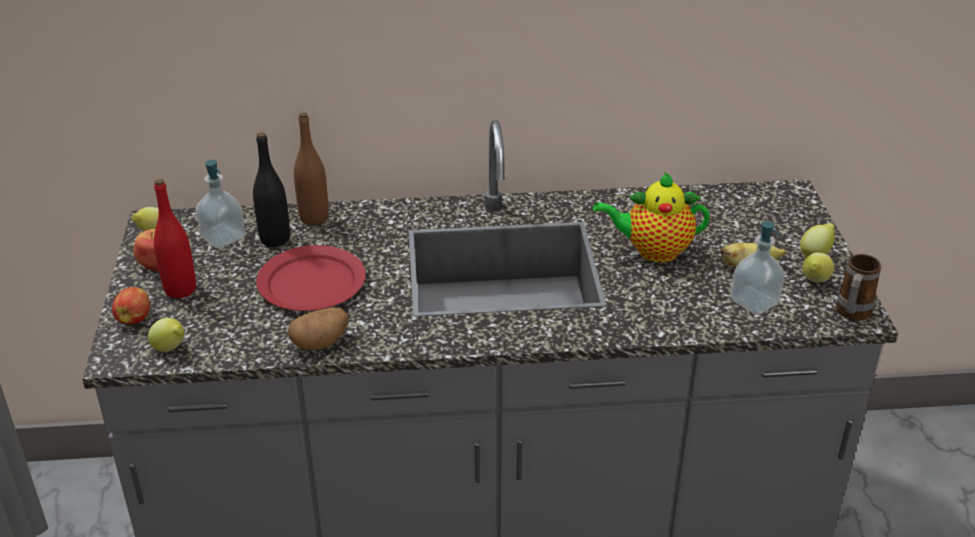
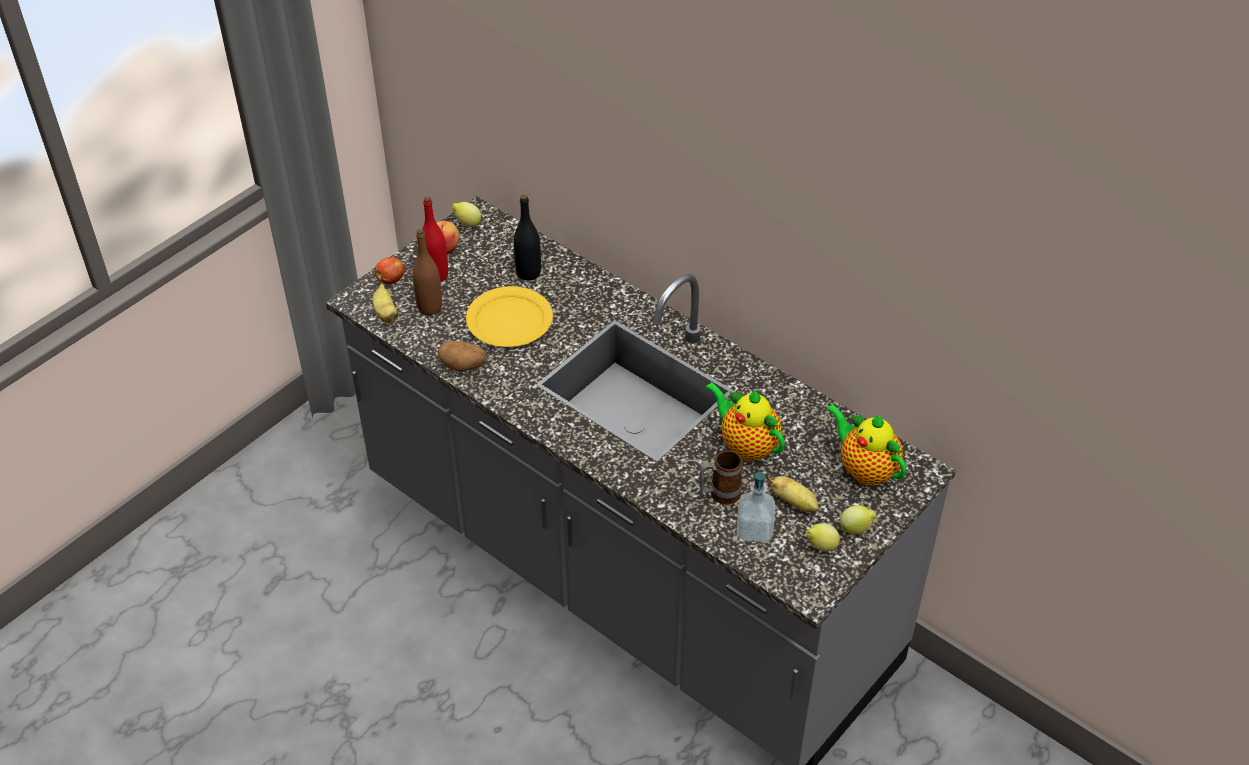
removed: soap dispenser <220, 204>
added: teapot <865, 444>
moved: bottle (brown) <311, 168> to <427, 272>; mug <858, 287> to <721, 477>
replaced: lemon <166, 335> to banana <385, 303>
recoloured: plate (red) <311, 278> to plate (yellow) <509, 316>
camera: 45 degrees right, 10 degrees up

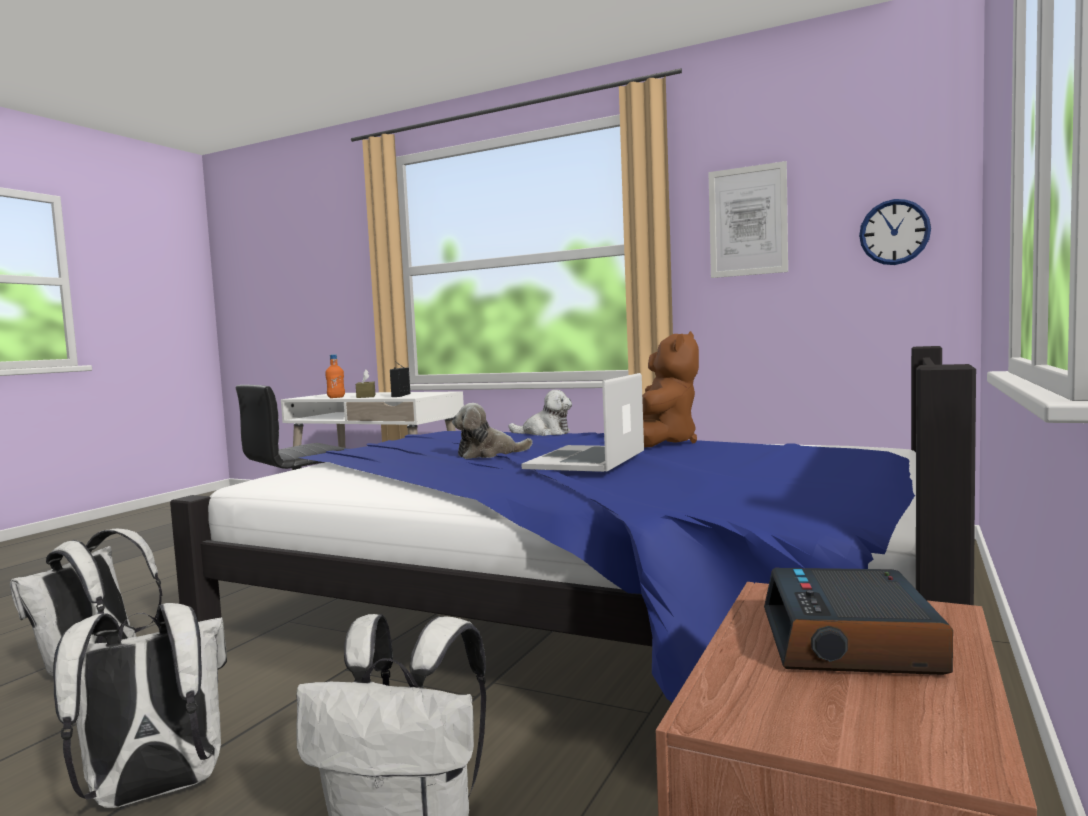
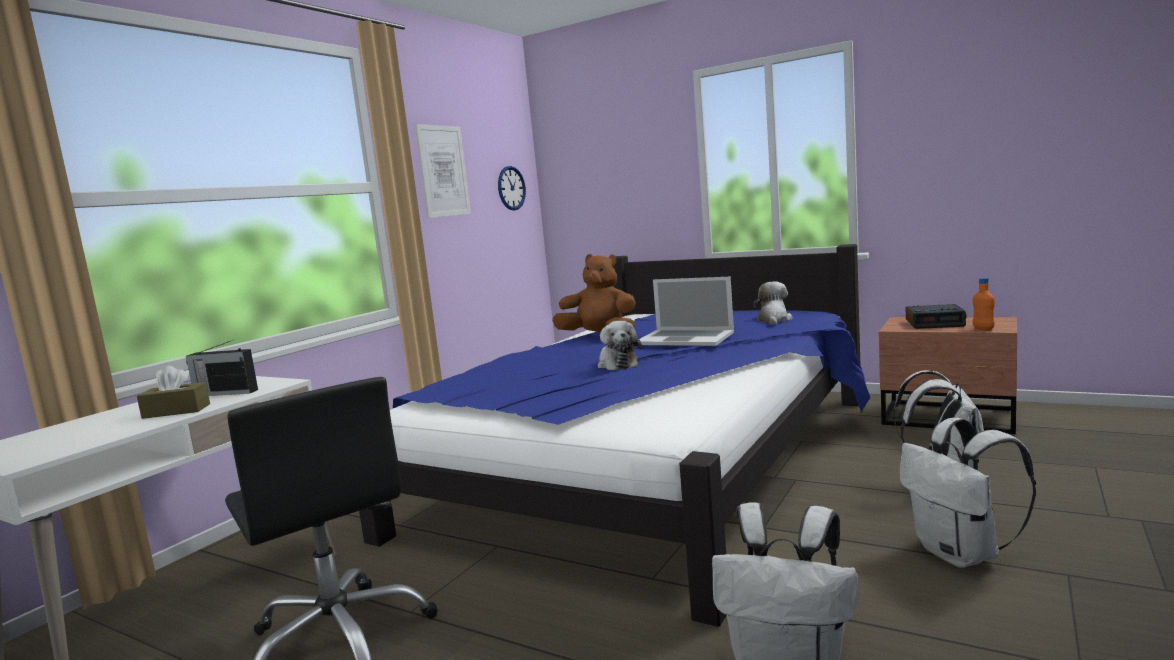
moved: bottle (orange) <335, 376> to <984, 303>; plush toy <540, 413> to <773, 303>
camera: 85 degrees left, 5 degrees up

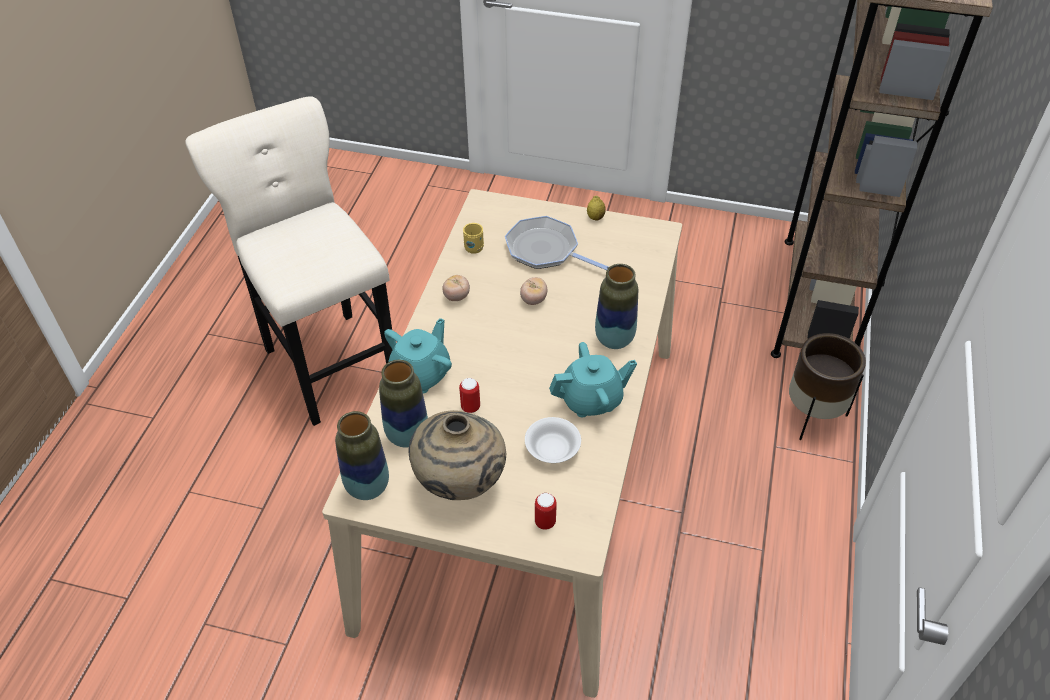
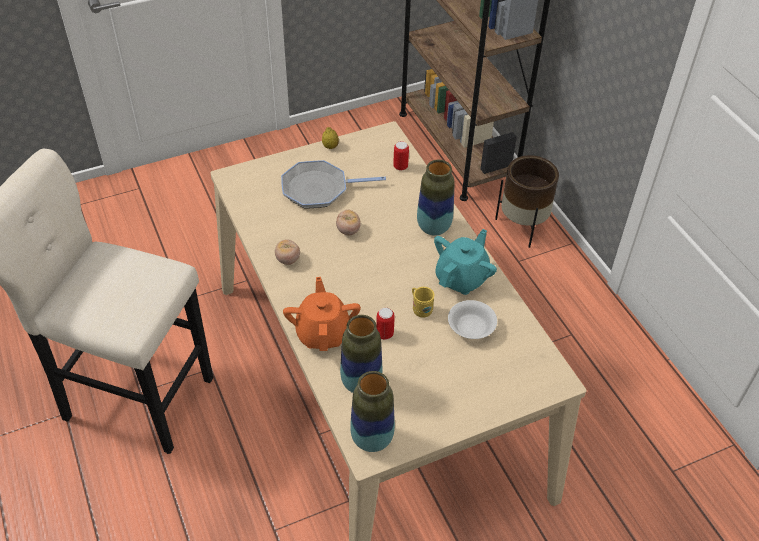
removed: vase (beige) <457, 455>
moved: mug (yellow) <473, 238> to <423, 302>; can <546, 511> to <401, 155>
recoloured: teapot (turquoise) <418, 356> to teapot (orange) <322, 314>
camera: 40 degrees left, 0 degrees up

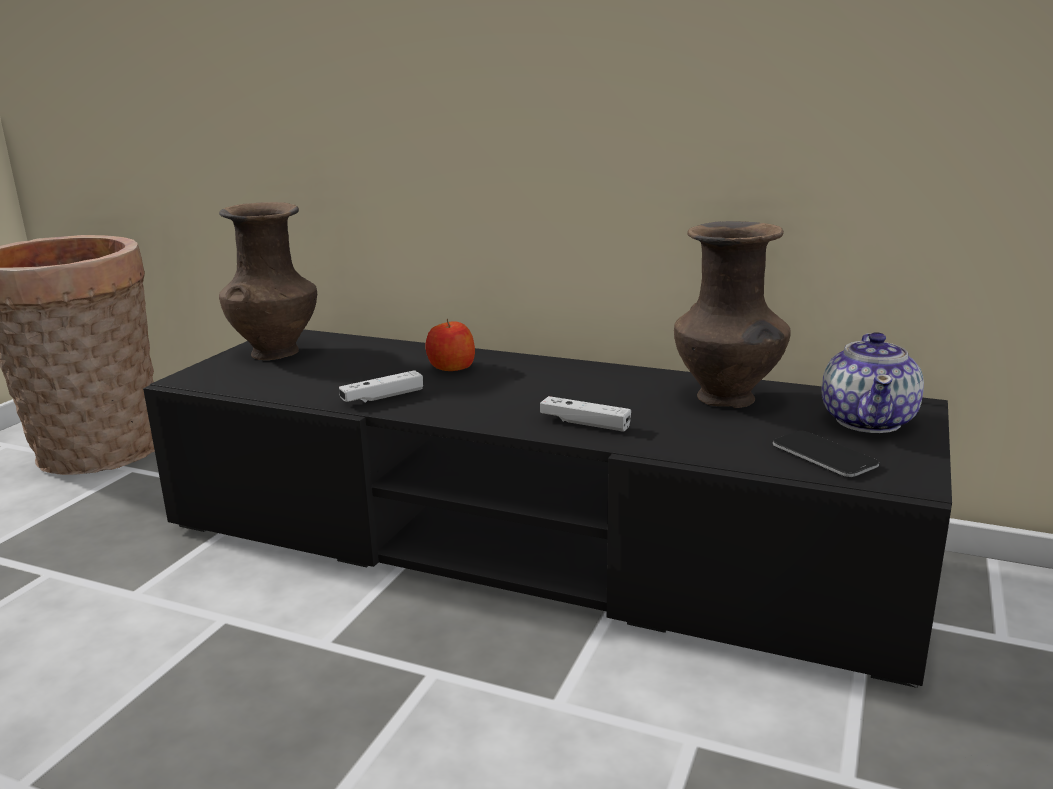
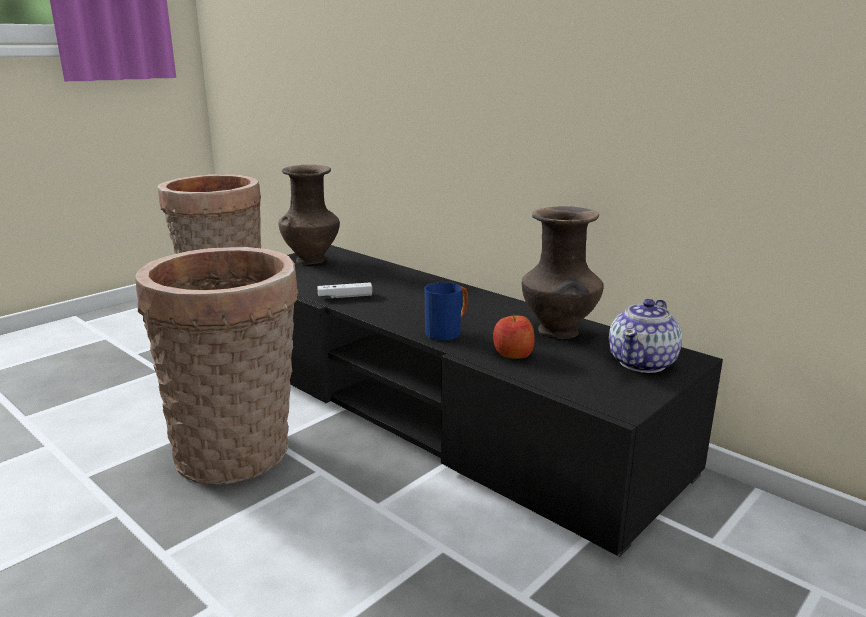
removed: phone <826, 454>
added: basket <216, 365>
moved: apple <450, 345> to <514, 336>
replaced: game controller (white) <585, 414> to mug (blue) <446, 311>
camera: 20 degrees right, 0 degrees up

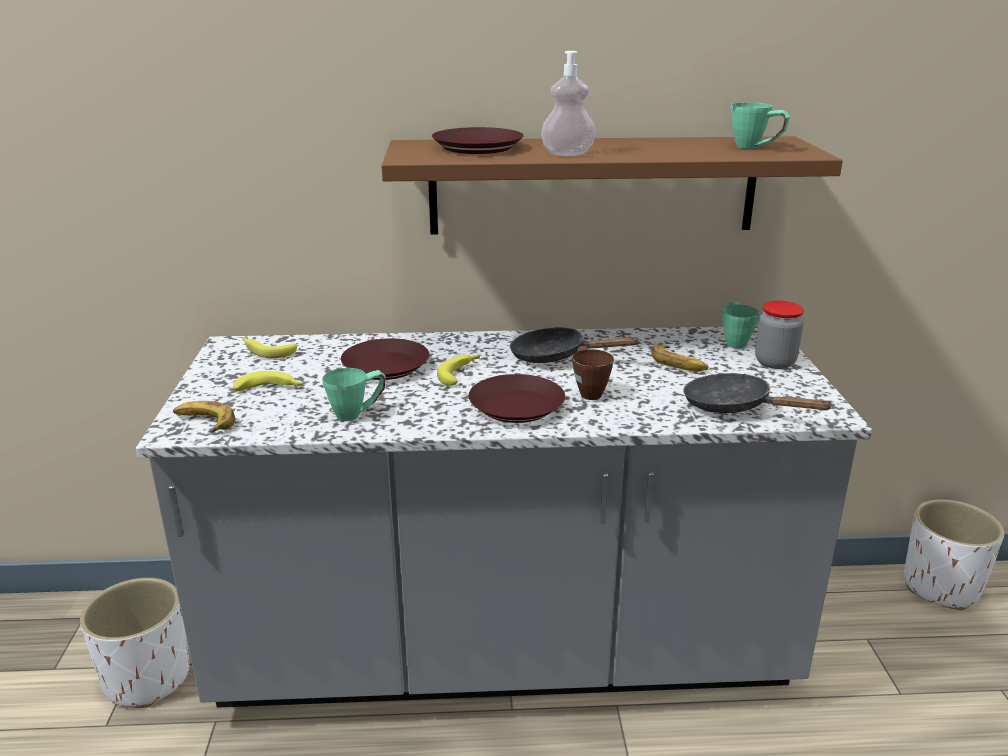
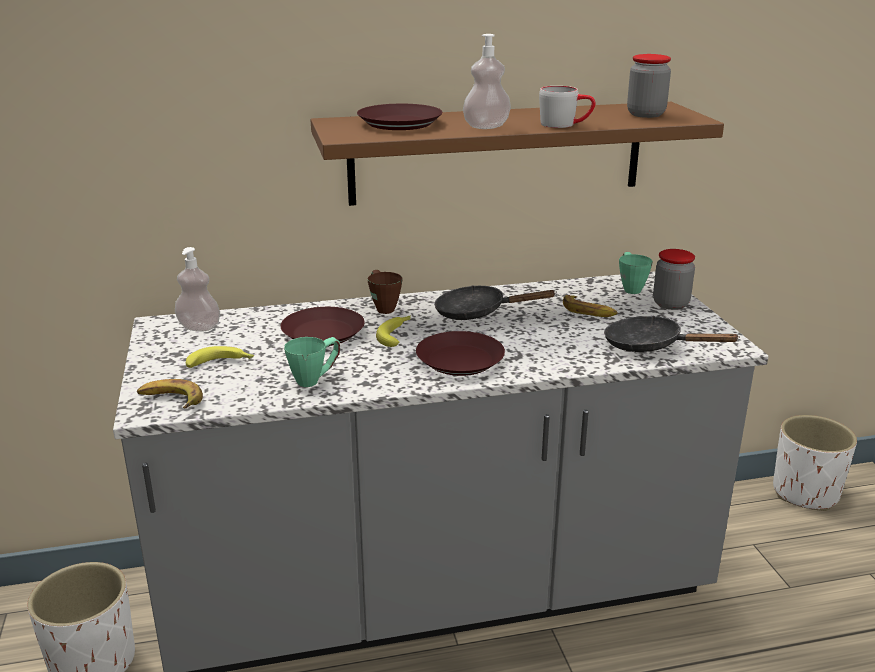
added: mug (grey) <567, 107>
moved: mug (brown) <593, 373> to <385, 292>
replaced: banana <269, 347> to soap dispenser <197, 289>; mug (green) <760, 125> to jar <649, 86>
camera: 10 degrees left, 0 degrees up

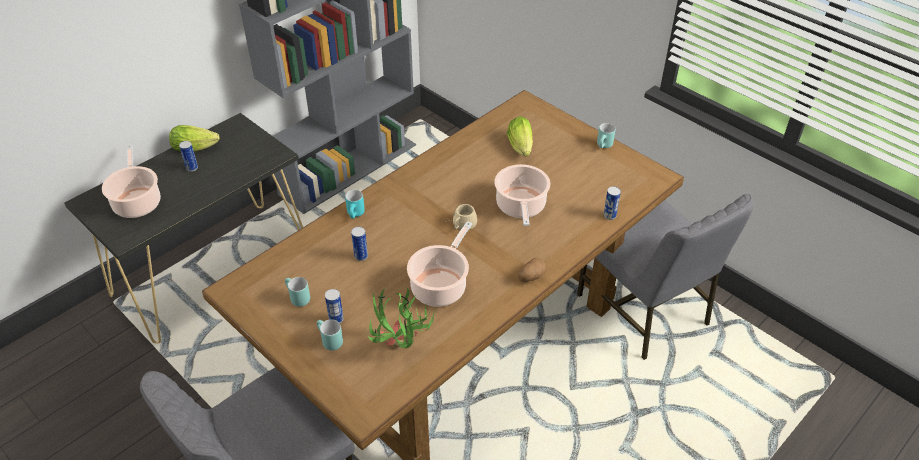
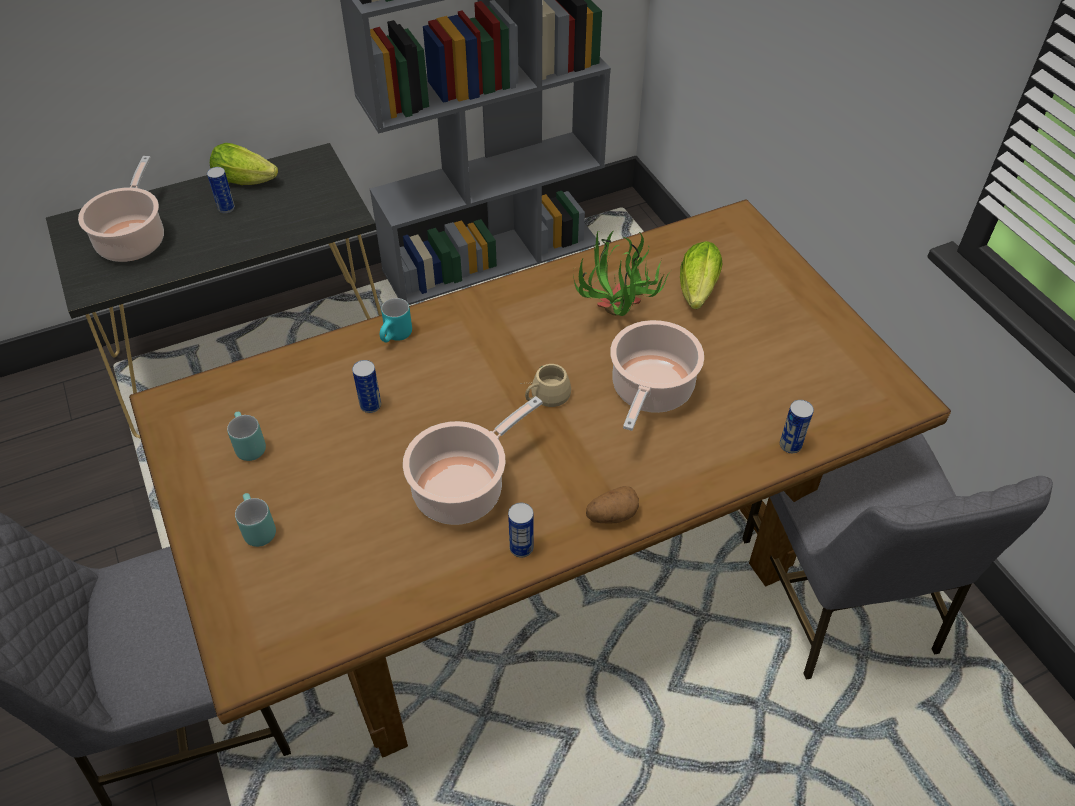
removed: mug (turquoise) <606, 135>
moved: can <334, 306> to <521, 530>; potted plant <400, 318> to <622, 273>
camera: 20 degrees right, 5 degrees up

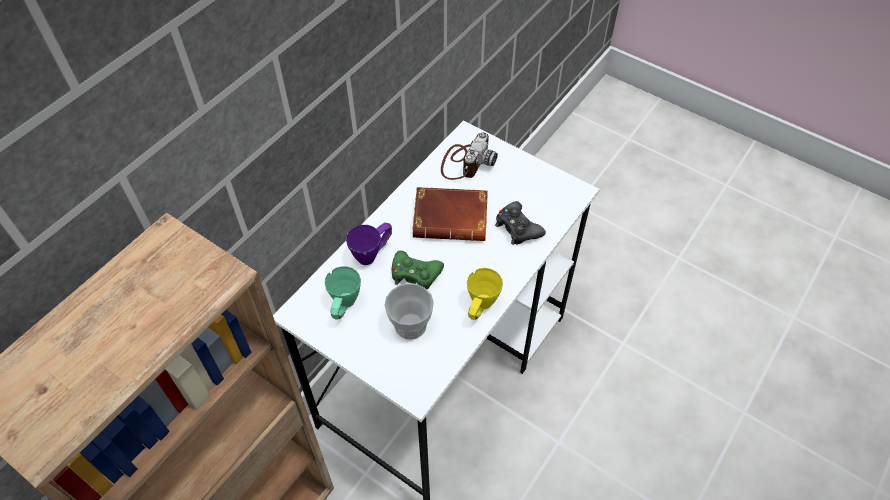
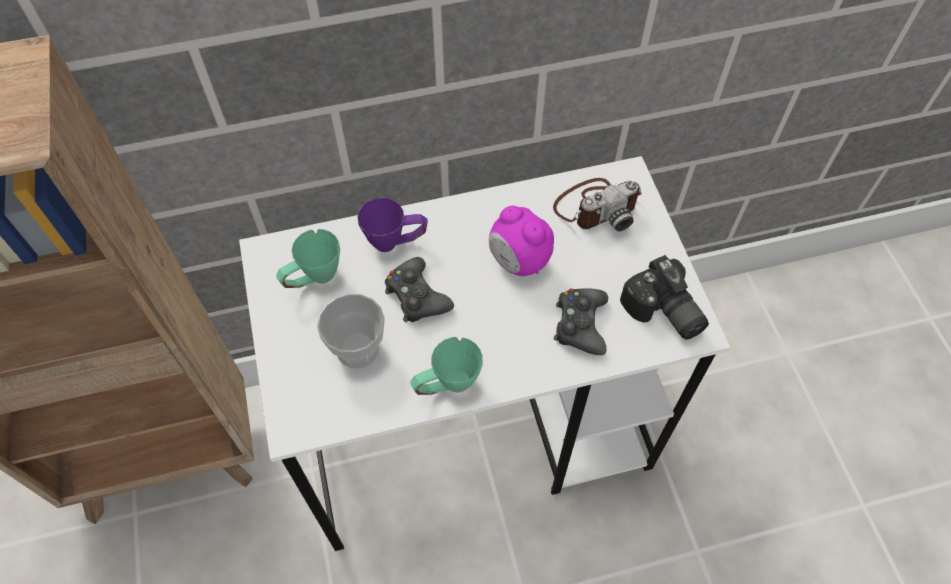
added: photo camera <664, 297>
replaced: book (brown) <450, 214> to alarm clock <521, 241>
recoloured: game controller (green) <418, 269> to game controller (black) <419, 289>; mug (yellow) <485, 294> to mug (green) <447, 366>
camera: 40 degrees right, 5 degrees up

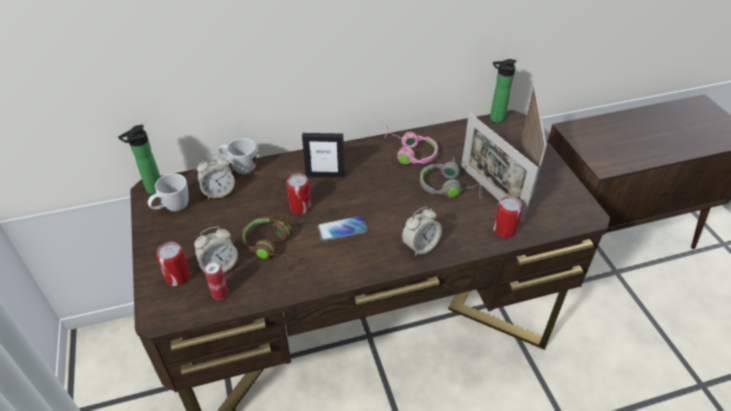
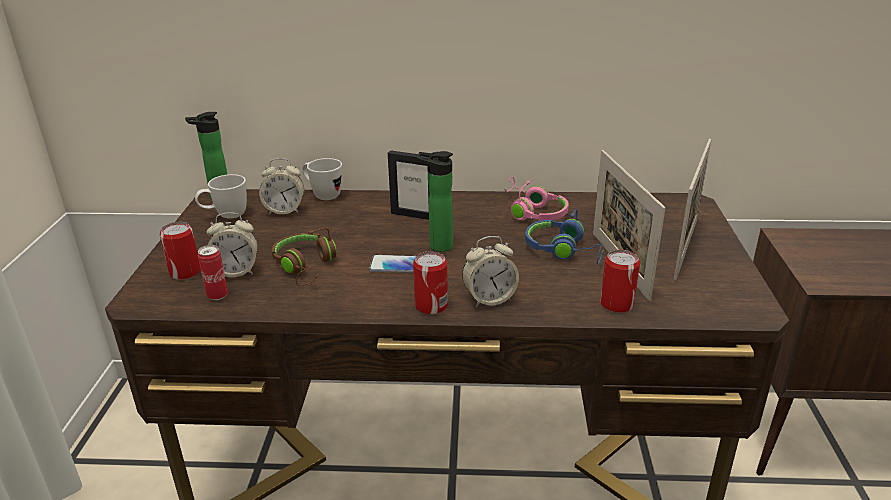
moved: can <298, 193> to <430, 283>; bottle <503, 91> to <435, 201>
recoloured: headphones (grey) <451, 177> to headphones (blue) <564, 236>
camera: 20 degrees right, 15 degrees down

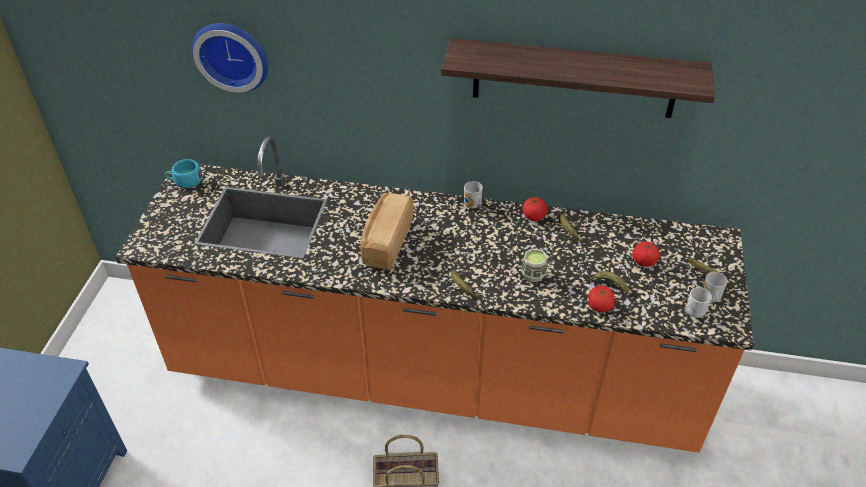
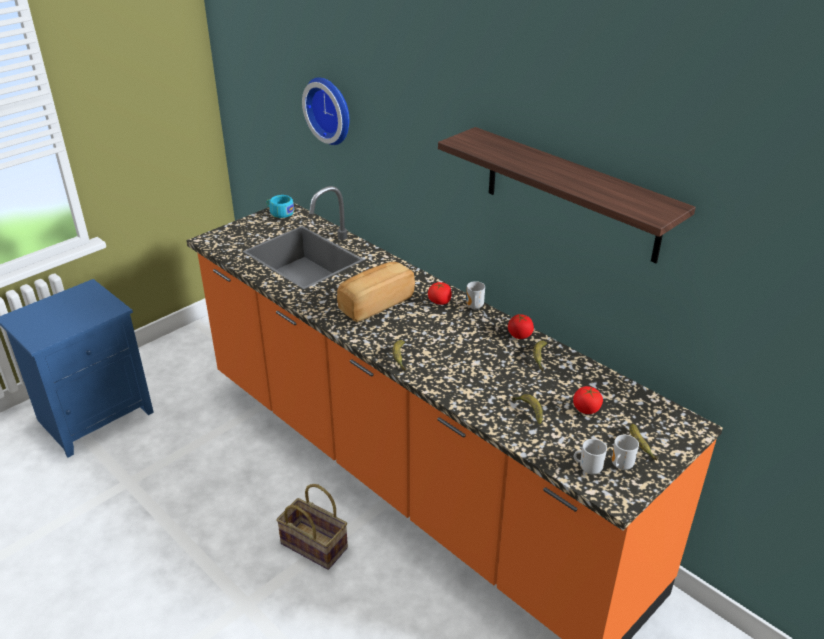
removed: cup <534, 265>
moved: tomato <601, 299> to <440, 293>
camera: 35 degrees right, 10 degrees down

